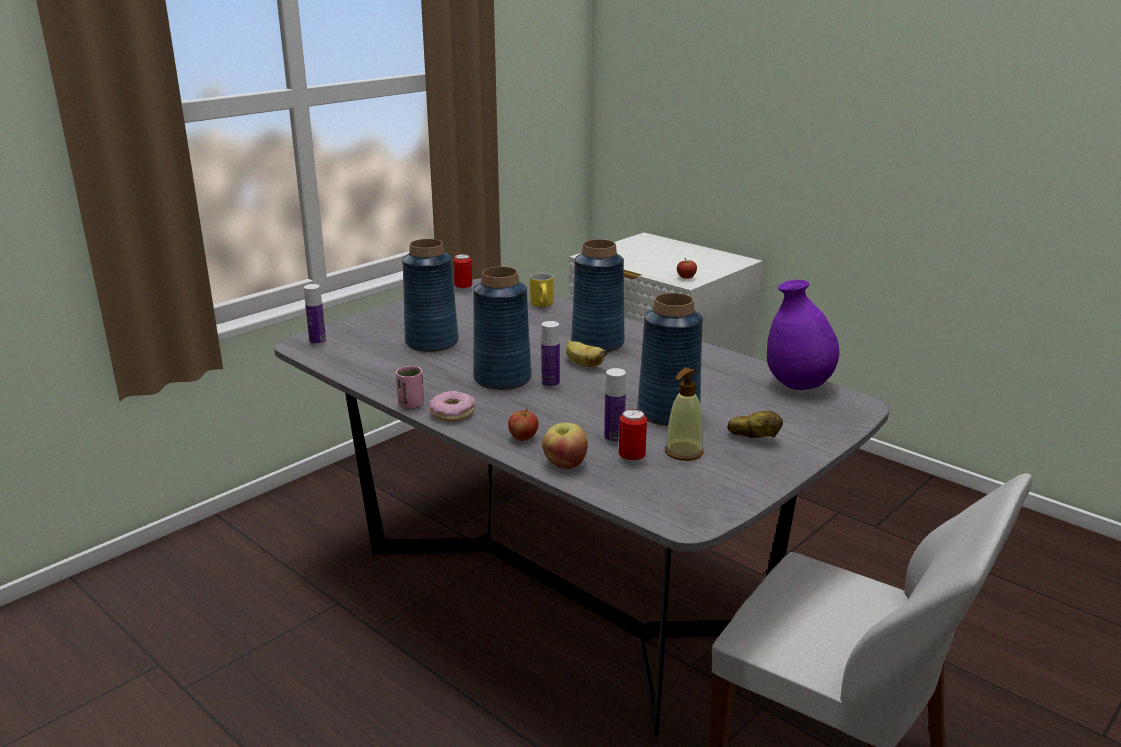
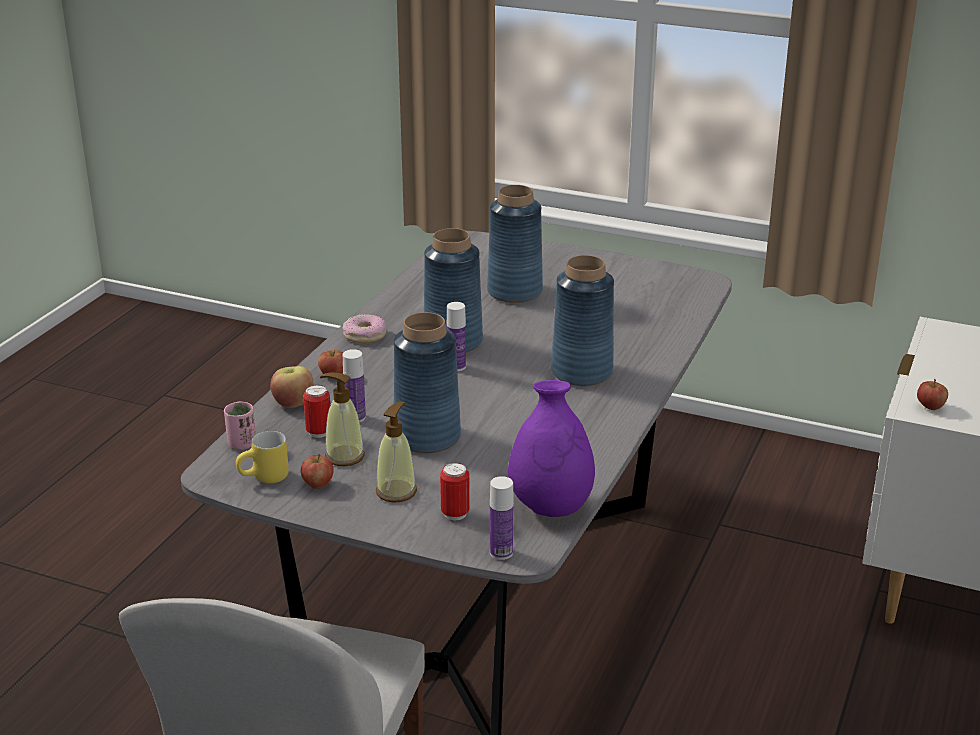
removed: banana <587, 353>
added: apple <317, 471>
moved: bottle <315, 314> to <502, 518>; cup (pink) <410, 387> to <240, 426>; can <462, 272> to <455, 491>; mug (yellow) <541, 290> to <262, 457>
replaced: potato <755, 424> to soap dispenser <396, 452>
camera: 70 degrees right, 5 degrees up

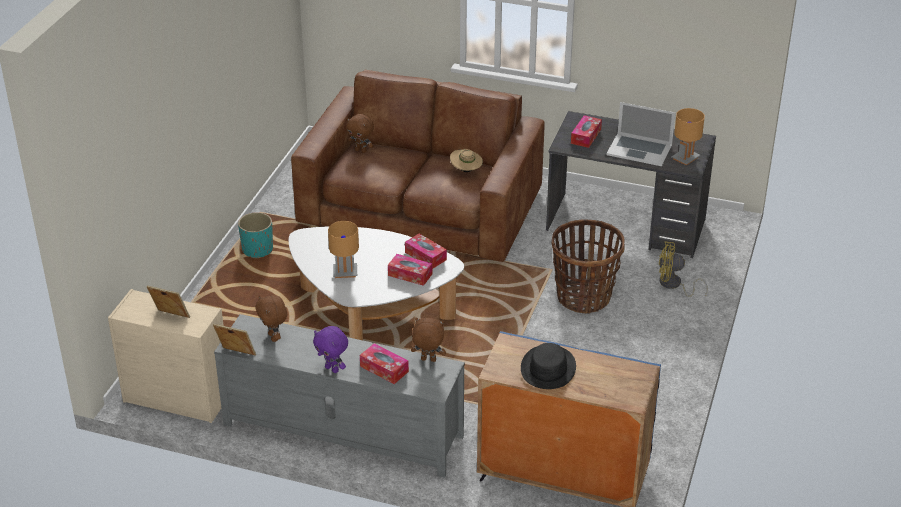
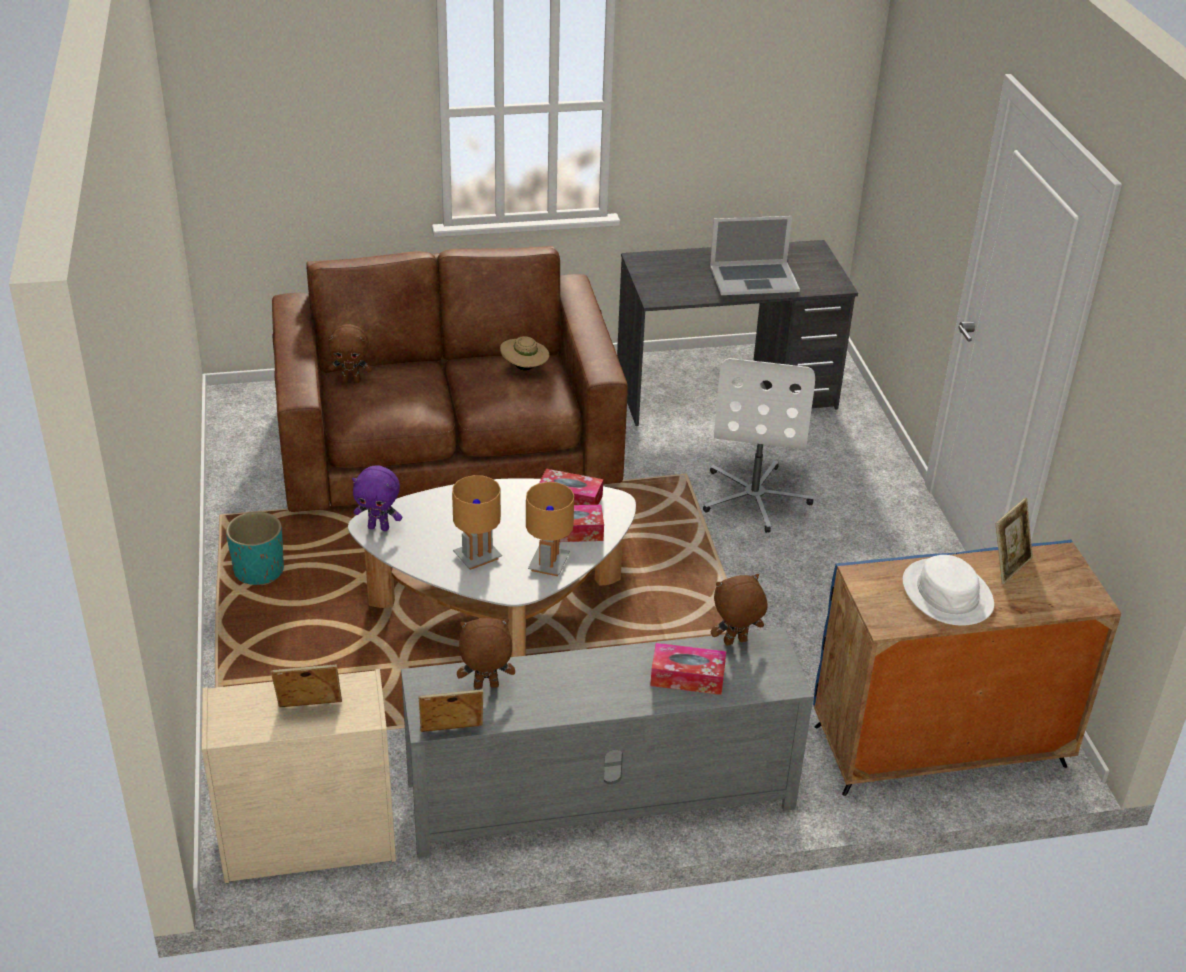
removed: tissue box <586, 131>; fan (yellow) <683, 269>
added: picture frame <1014, 541>
moved: plush toy (purple) <330, 349> to <377, 498>; table lamp (brown) <688, 136> to <550, 529>
replaced: basket <588, 266> to office chair (white) <759, 445>
recoloured: hat (black) <548, 366> to hat (white) <948, 590>
turned: plush toy (brown) <271, 318> = <486, 653> 135 degrees clockwise
camera: 30 degrees left, 0 degrees up

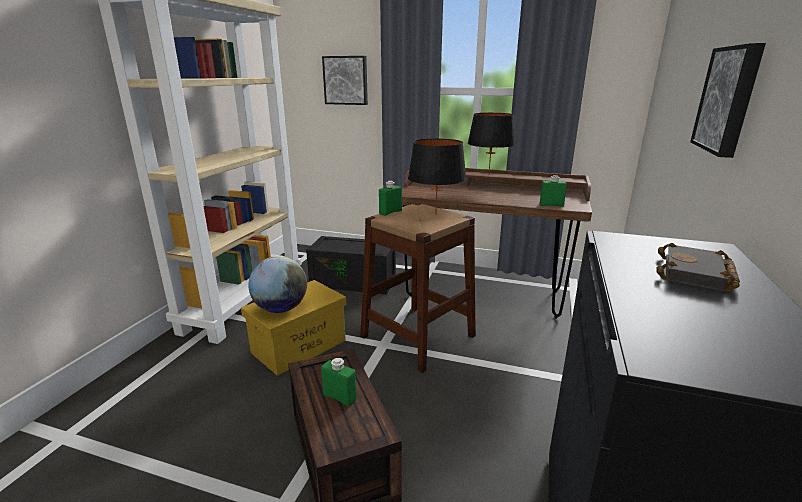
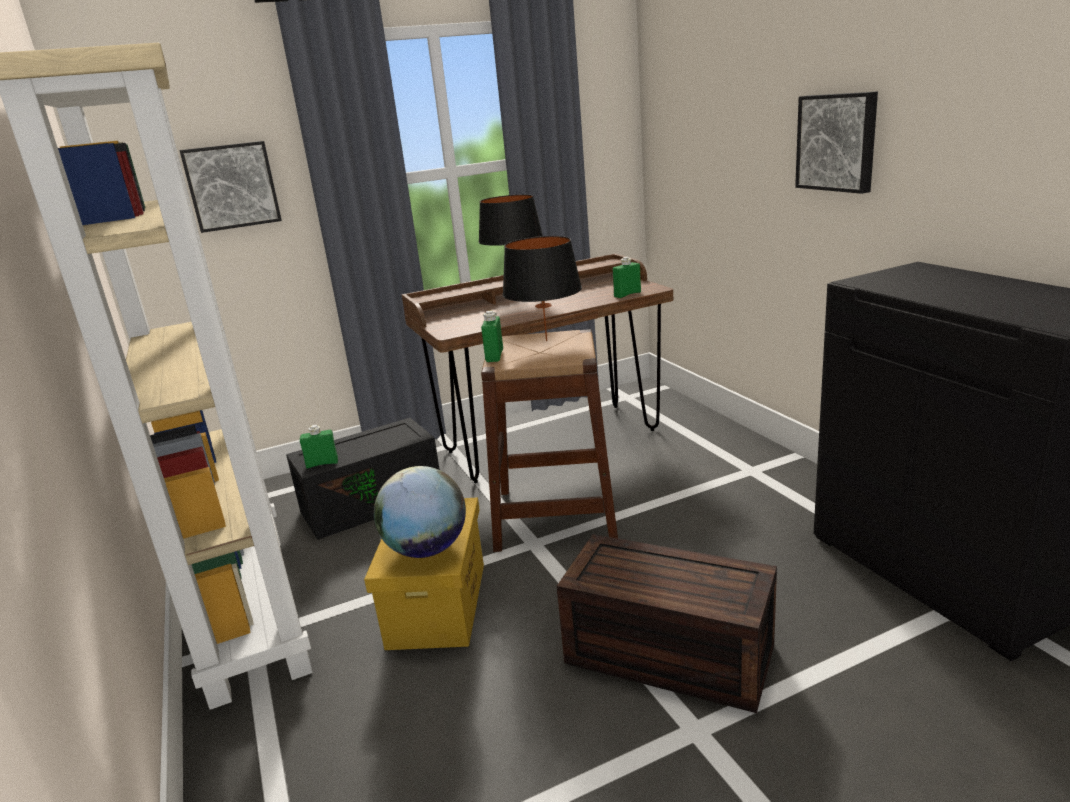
removed: book (black) <698, 267>
moved: bottle (green) <339, 382> to <319, 446>
camera: 40 degrees left, 0 degrees up

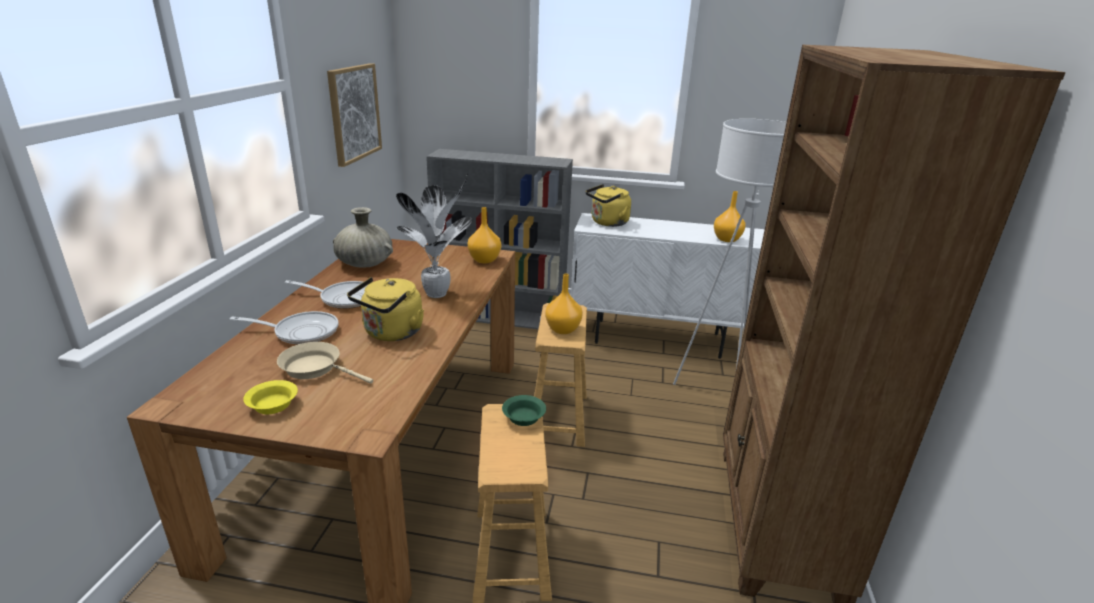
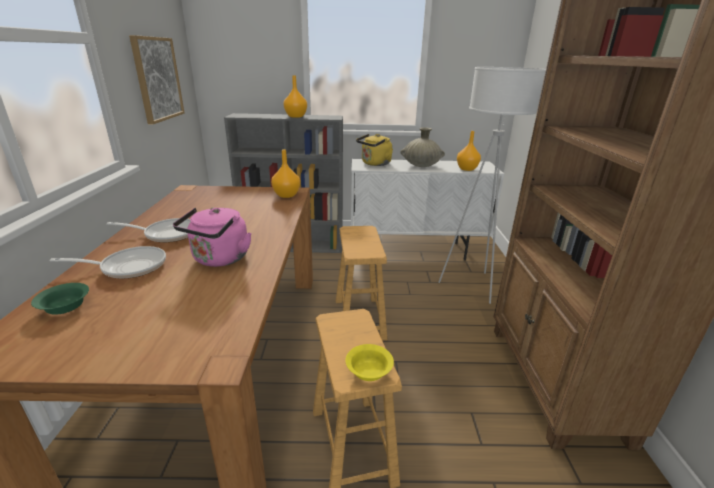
removed: frying pan (beige) <325, 363>; potted plant <434, 236>
moved: bowl (yellow) <270, 397> to <369, 362>; vase (beige) <363, 237> to <422, 147>; bowl (green) <524, 410> to <60, 299>; vase (orange) <564, 304> to <295, 96>
recoloured: kettle (yellow) <385, 309> to kettle (pink) <212, 237>
camera: 10 degrees left, 0 degrees up

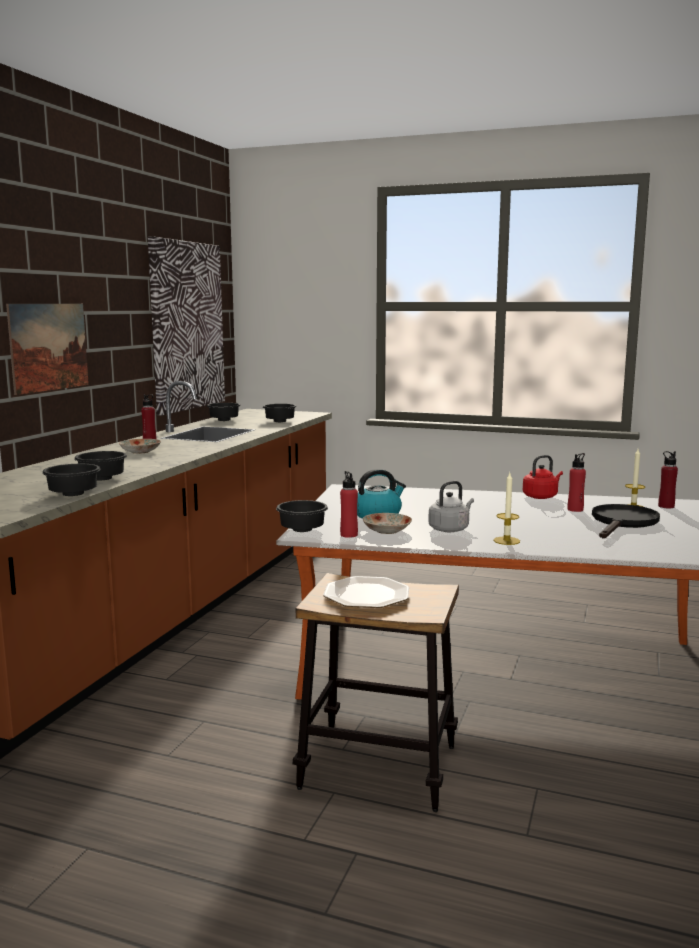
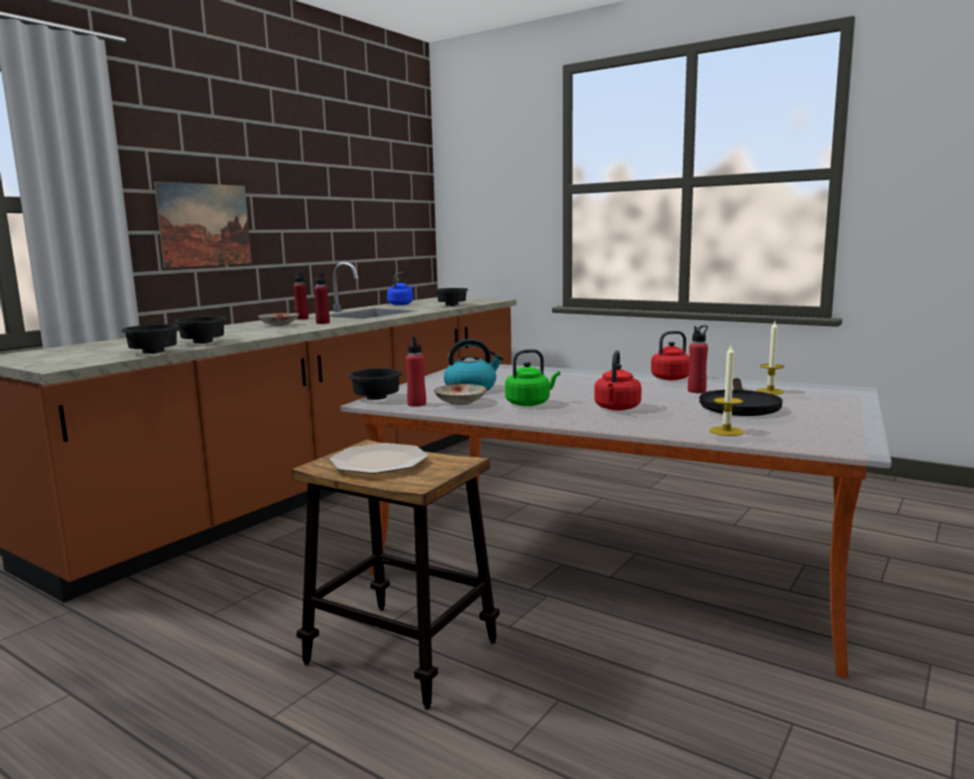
removed: picture <186, 325>
added: kettle (red) <618, 380>
moved: candle <507, 509> to <726, 390>; bottle (red) <668, 480> to <321, 298>
replaced: bowl (black) <224, 412> to kettle (blue) <400, 288>
recoloured: kettle (grey) <451, 506> to kettle (green) <532, 377>
turned: frying pan (black) <626, 521> = <741, 397> 150 degrees clockwise
camera: 15 degrees right, 0 degrees up

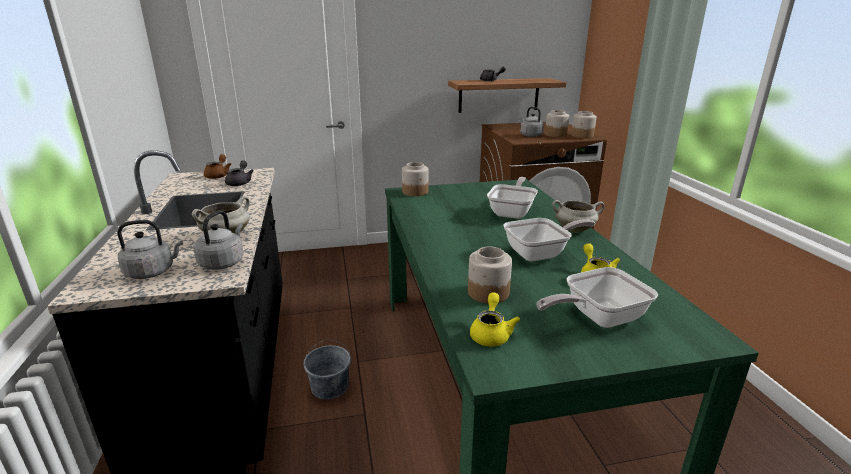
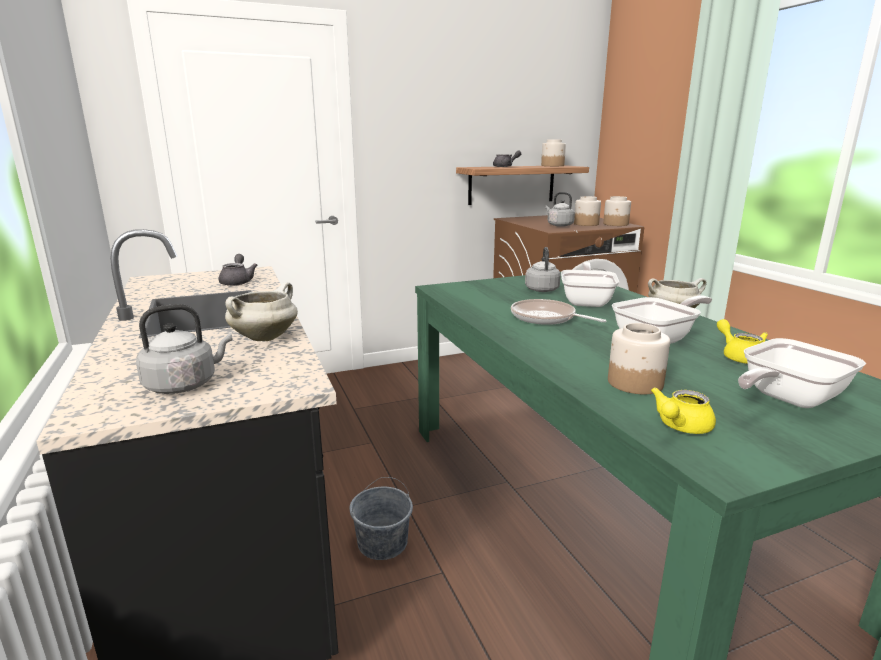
removed: teapot (brown) <217, 166>
added: frying pan <558, 312>
moved: kettle (grey) <218, 240> to <543, 269>; jar <415, 179> to <553, 152>
turned: teapot (yellow) <495, 319> = <683, 410> 135 degrees counterclockwise
camera: 10 degrees left, 5 degrees down

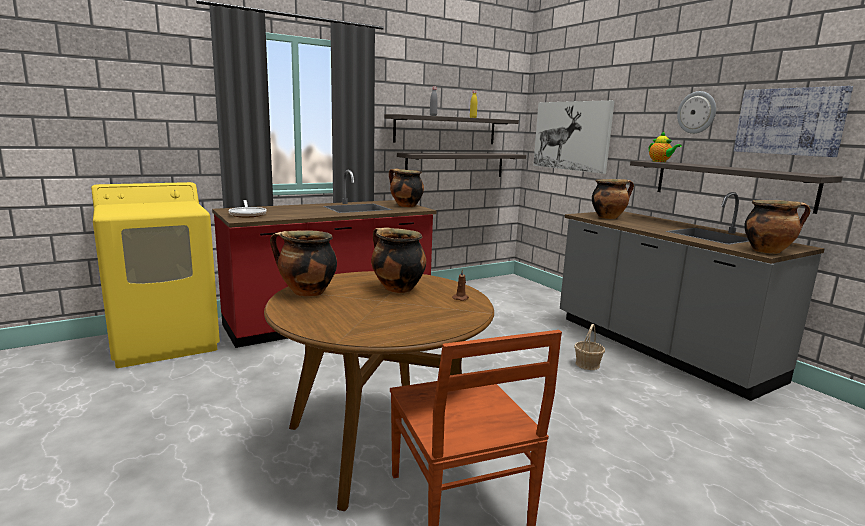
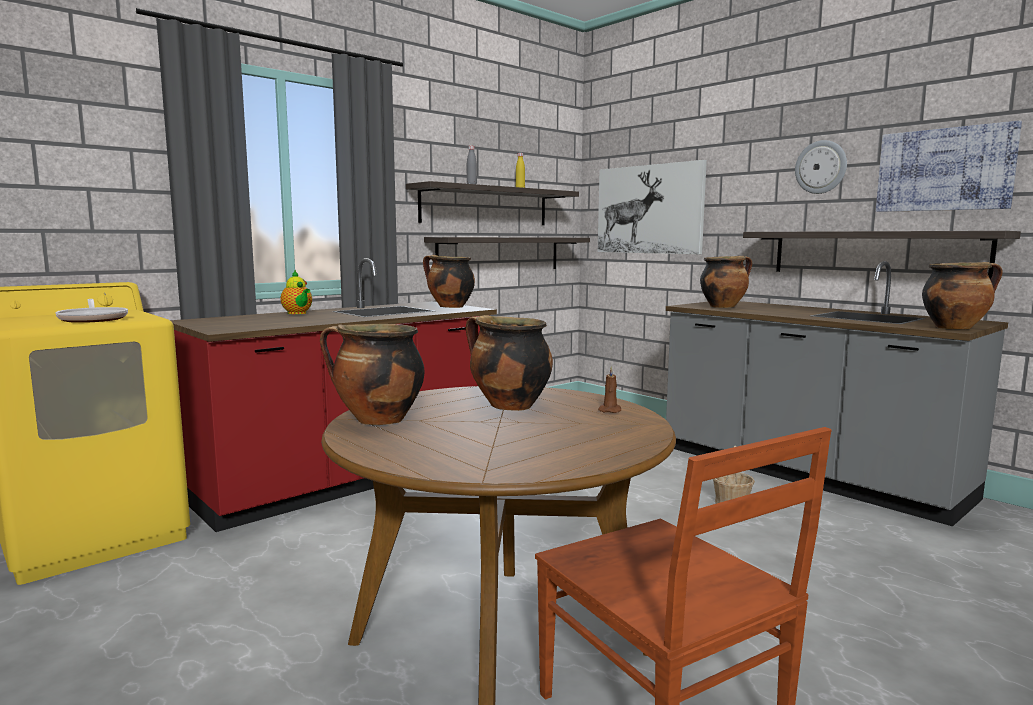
moved: frying pan <247, 208> to <91, 311>; teapot <665, 147> to <296, 292>
camera: 10 degrees left, 5 degrees down

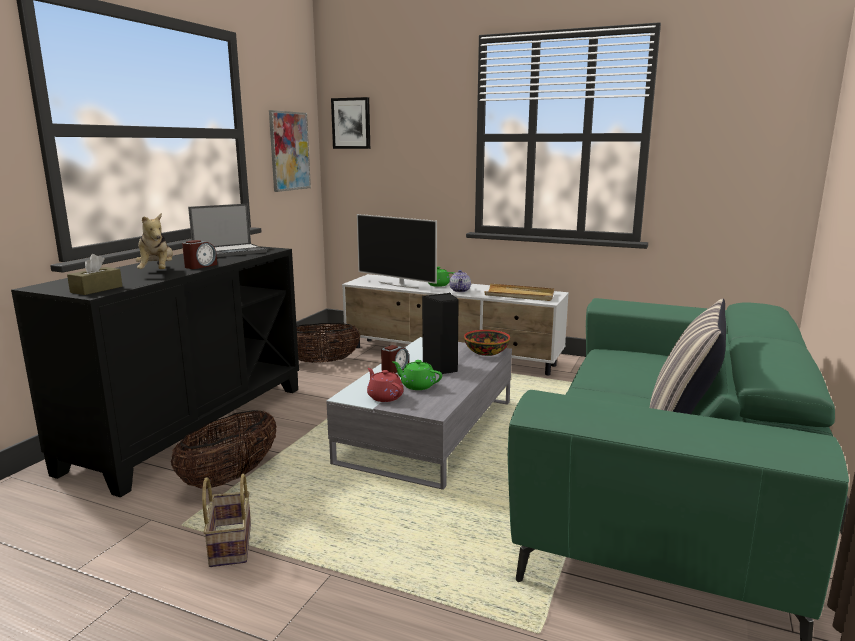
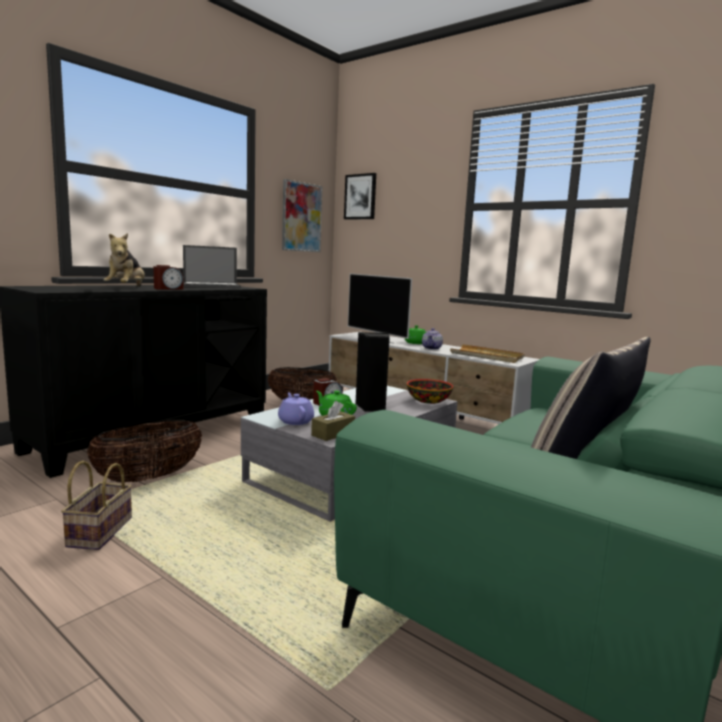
moved: tissue box (brown) <94, 274> to <333, 421>
recoloured: teapot (red) <385, 385> to teapot (purple) <296, 409>
camera: 15 degrees right, 5 degrees down

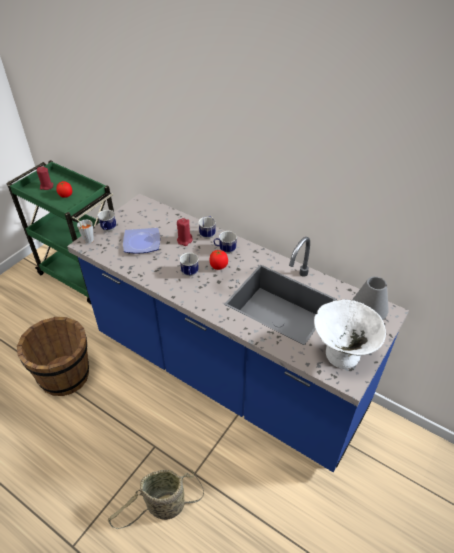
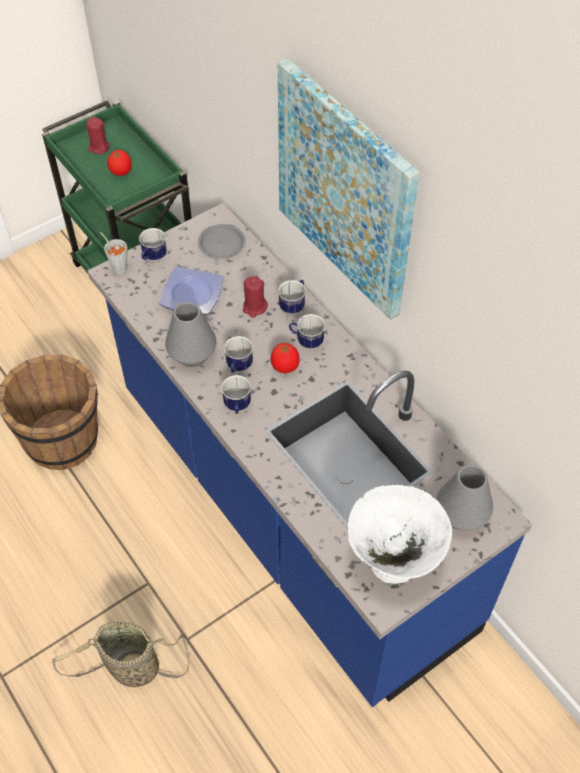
added: vase (grey) <191, 334>; plate (grey) <222, 241>; mug <236, 394>; picture <349, 189>
camera: 20 degrees right, 10 degrees up

